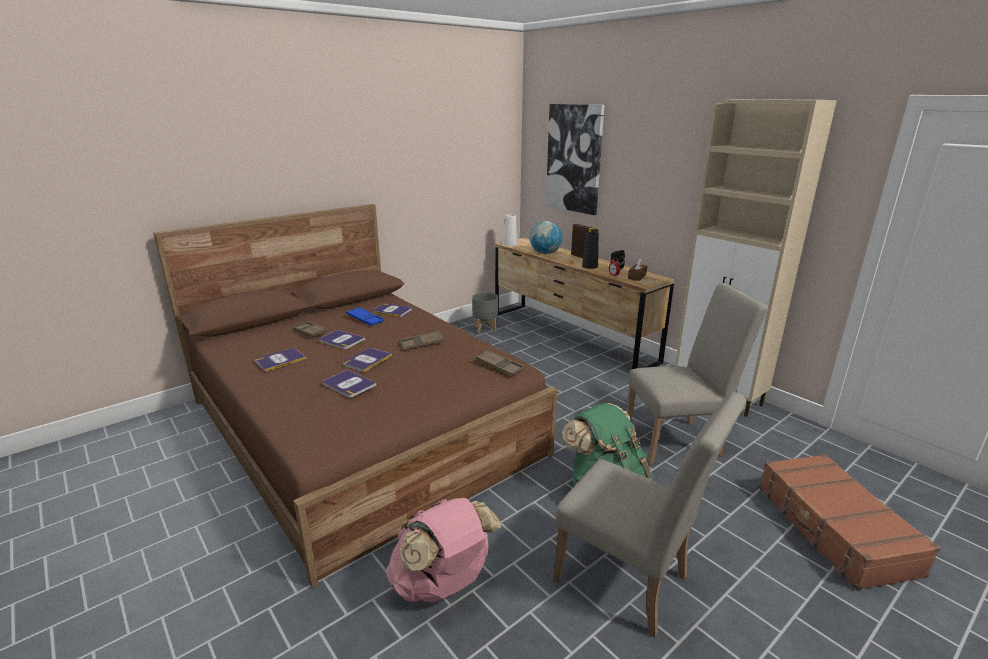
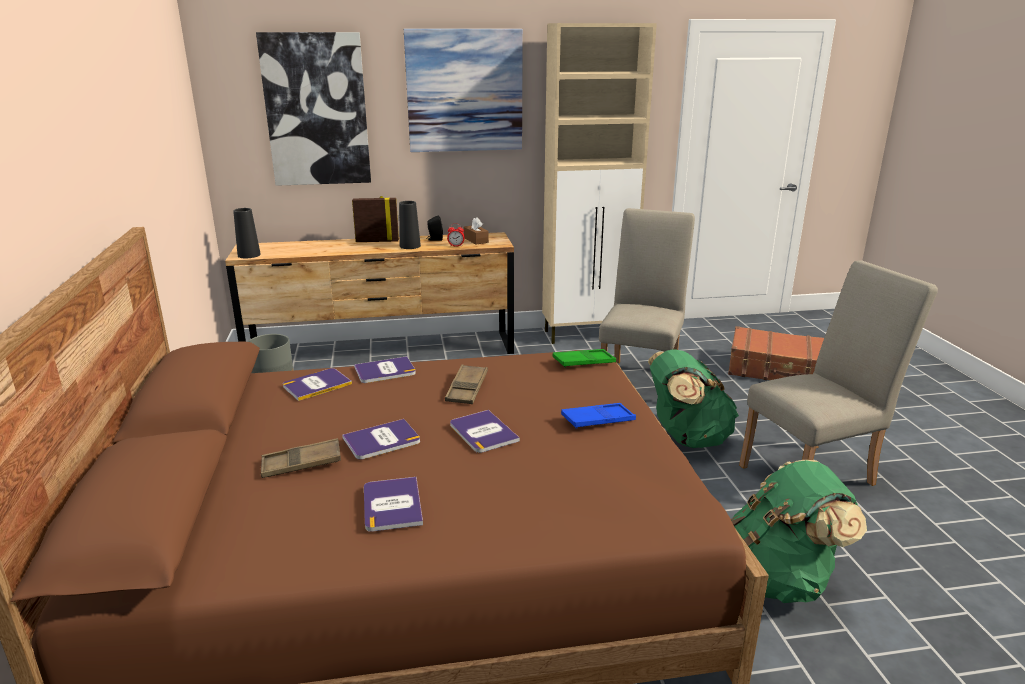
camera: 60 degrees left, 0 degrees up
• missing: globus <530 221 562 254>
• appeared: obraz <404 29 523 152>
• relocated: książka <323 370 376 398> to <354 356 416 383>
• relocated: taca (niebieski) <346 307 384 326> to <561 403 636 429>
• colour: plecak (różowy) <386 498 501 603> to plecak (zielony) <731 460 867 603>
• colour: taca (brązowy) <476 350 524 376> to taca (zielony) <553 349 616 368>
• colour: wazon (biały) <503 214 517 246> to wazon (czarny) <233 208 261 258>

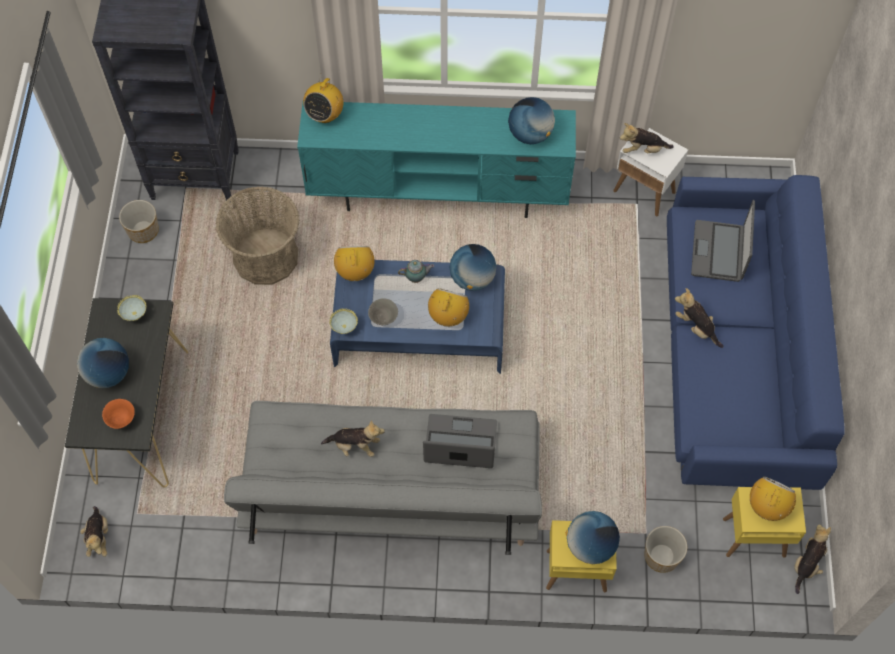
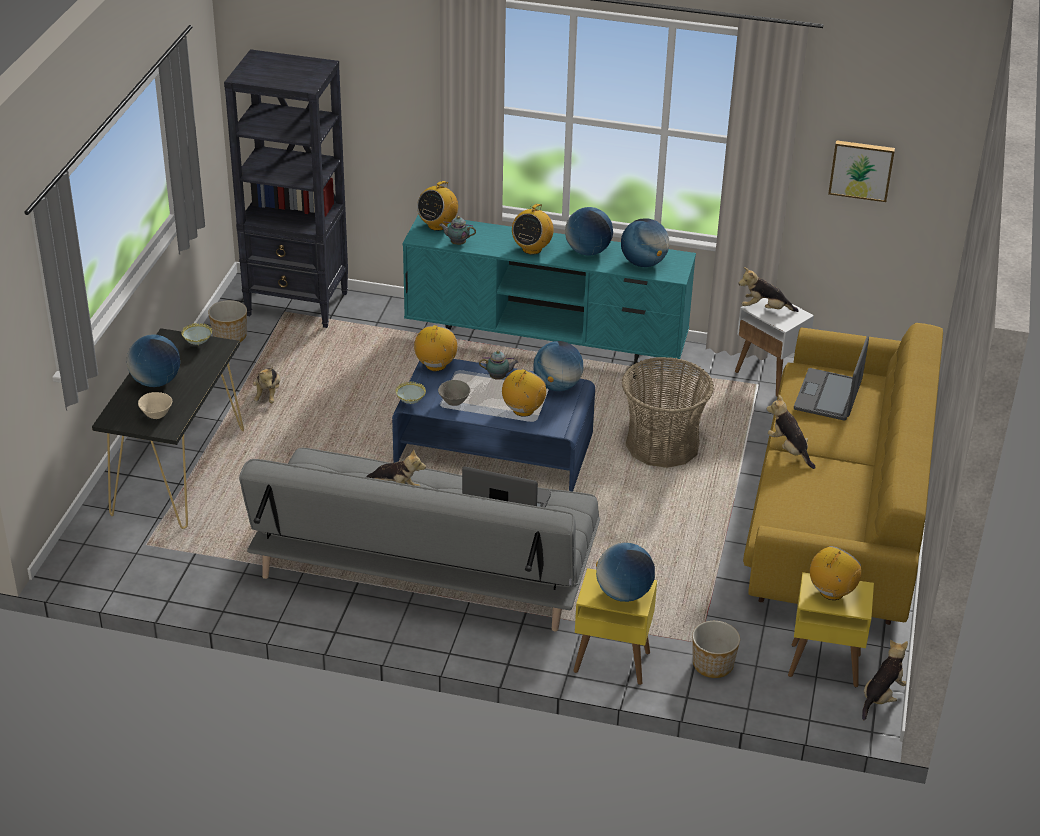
camera: 10 degrees right, 25 degrees down
• appeared: imbryk <439 216 476 245>
• appeared: radio <512 202 554 254>
• appeared: globus <565 207 613 255>
• appeared: obraz <828 140 895 202>
• relocated: pluszak <80 506 108 557> to <253 367 280 403>
• relocated: koszyk <216 187 299 285> to <622 357 714 468>
• colour: miska (pomarańczowy) <102 399 135 429> to miska (beżowy) <138 392 172 419>
• colour: kanapa (niebieski) <667 175 845 490> to kanapa (żółty) <743 323 943 625>

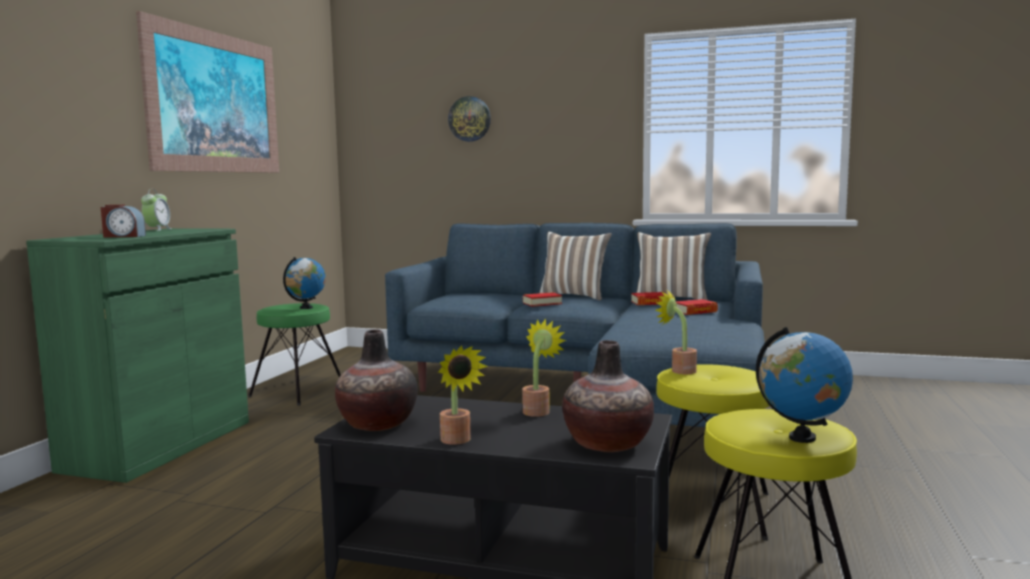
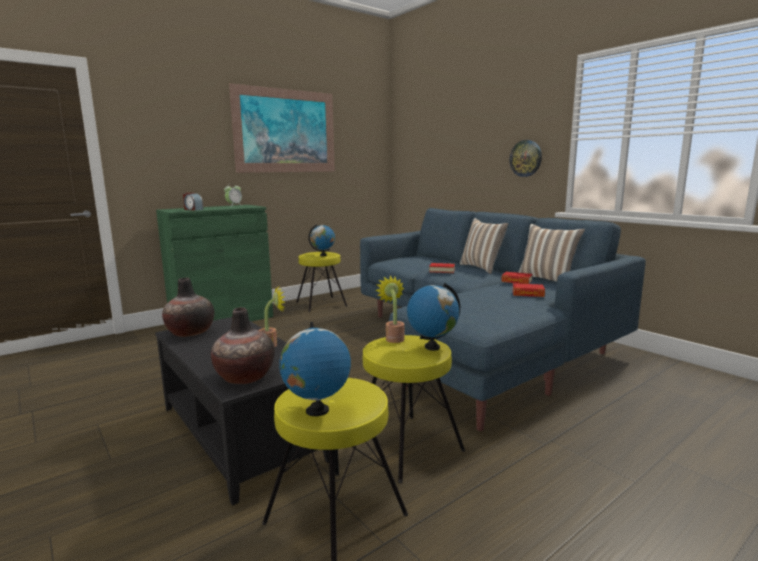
camera: 35 degrees right, 5 degrees up
• missing: roślina doniczkowa <438 345 488 445>
• appeared: globus <407 283 460 351>
• relocated: zegar ścienny <448 96 491 142> to <510 140 542 177>
• colour: stołek (zielony) <248 303 341 406> to stołek (żółty) <296 252 347 312>

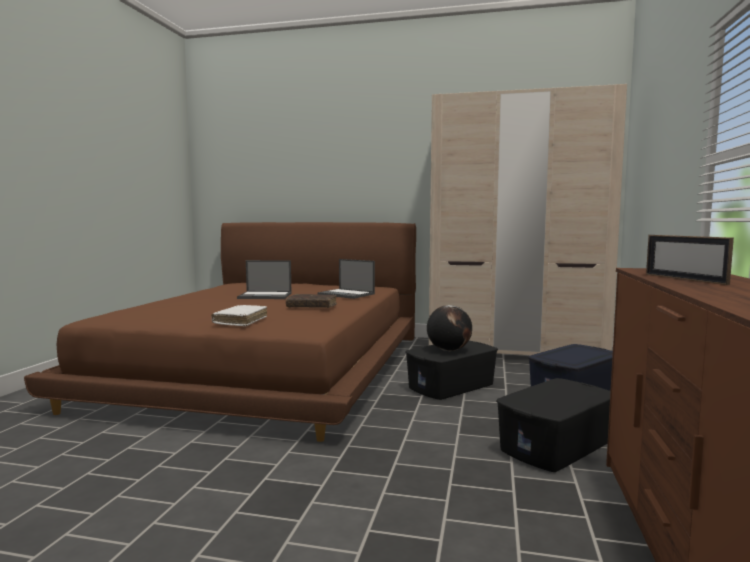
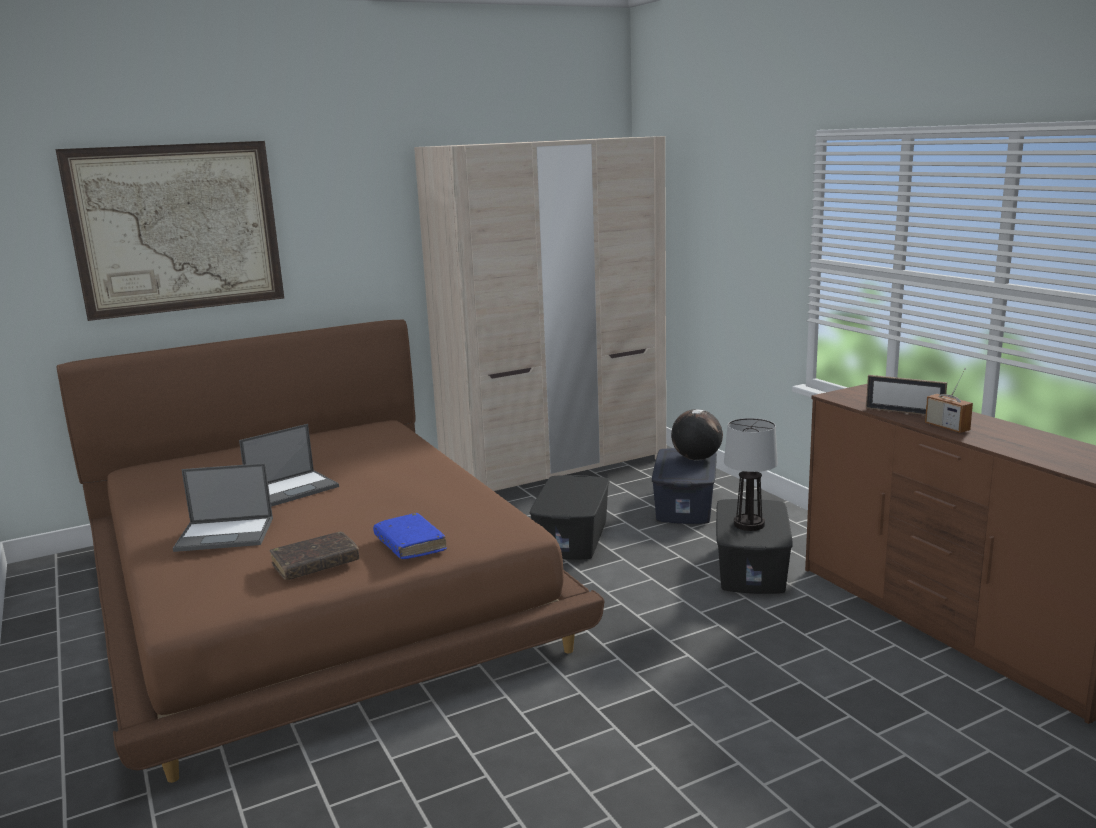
camera: 40 degrees left, 10 degrees up
• appeared: obraz <55 141 284 321>
• appeared: lampa stołowa <724 418 778 531>
• appeared: radio <925 368 973 433>
• relocated: książka (brązowy) <286 294 337 308> to <269 531 359 580>
• relocated: laptop <317 259 375 299> to <173 463 273 552>
• relocated: globus <427 305 472 351> to <671 409 723 461>
• colour: książka (biały) <212 305 267 326> to książka (niebieski) <373 513 447 559>

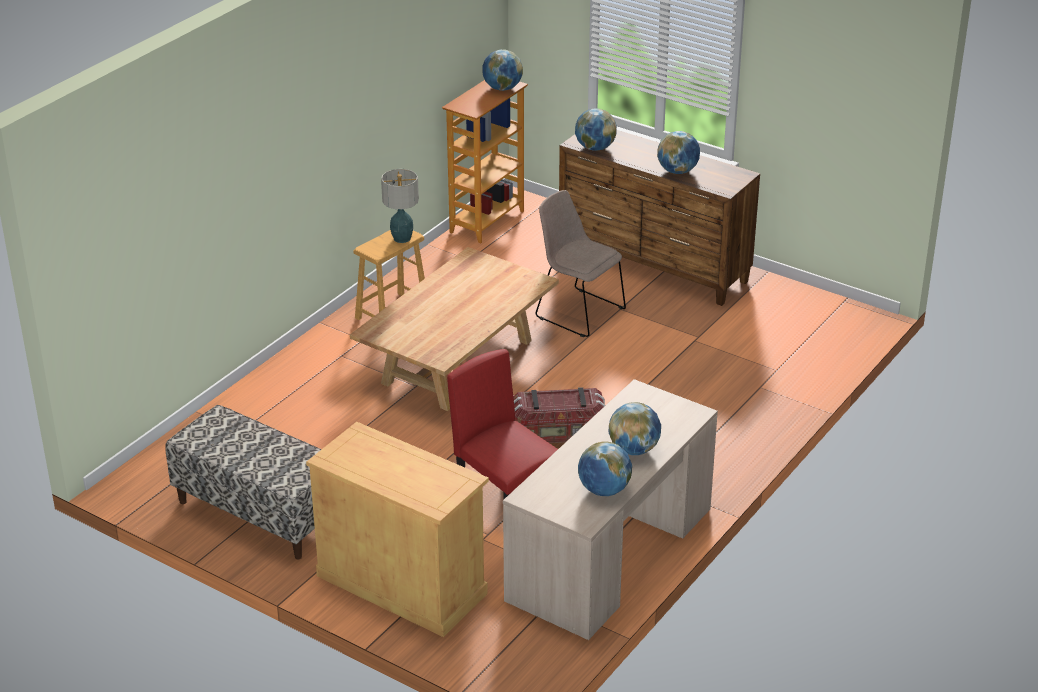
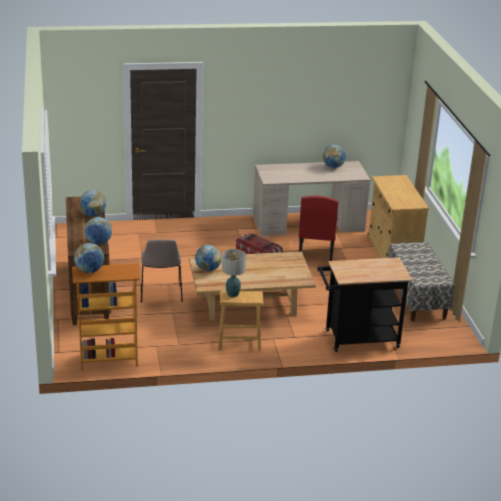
camera: 135 degrees left, 5 degrees down
• appeared: wózek (czarny) <317 257 412 352>
• relocated: globus <609 402 661 455> to <195 245 222 271>

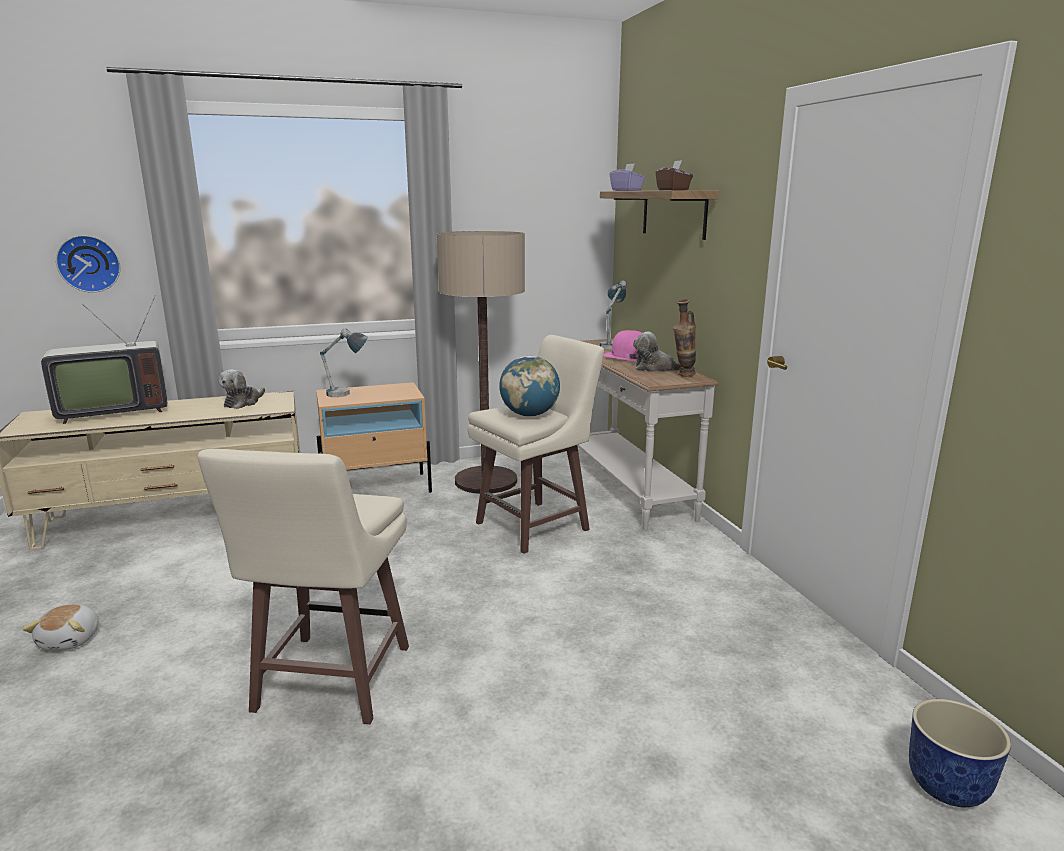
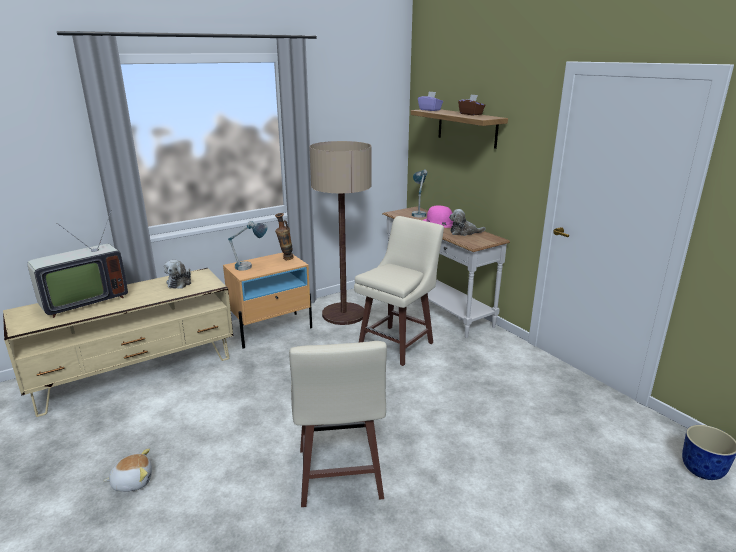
camera: 15 degrees left, 5 degrees up
• missing: zegar ścienny <56 235 120 293>
• missing: globus <499 356 560 417>
• relocated: wazon <673 299 696 377> to <275 213 294 260>
• spun: pluszak <22 604 99 650> = <104 449 152 492> 90 degrees counterclockwise

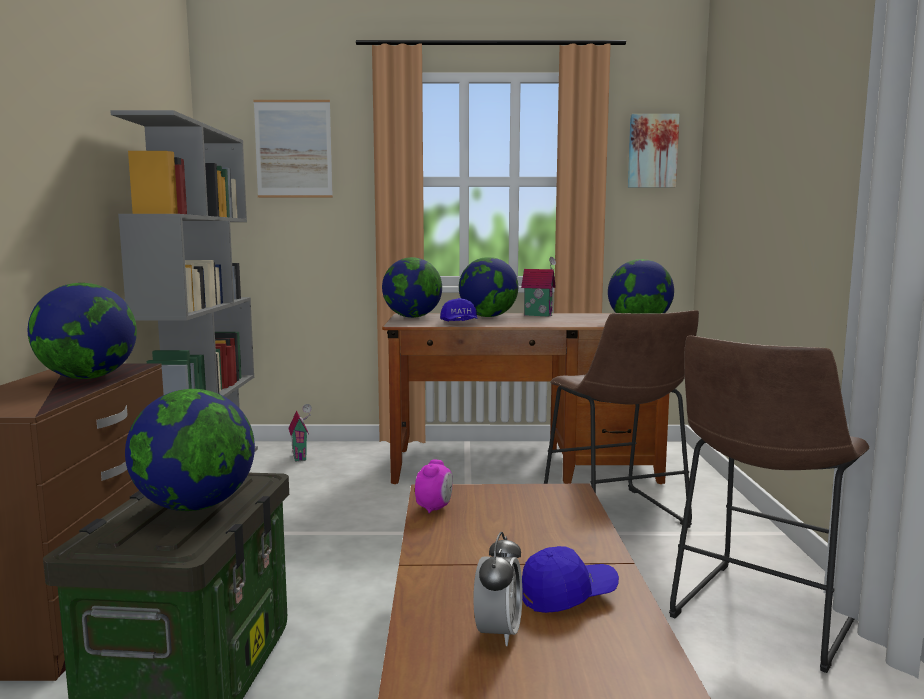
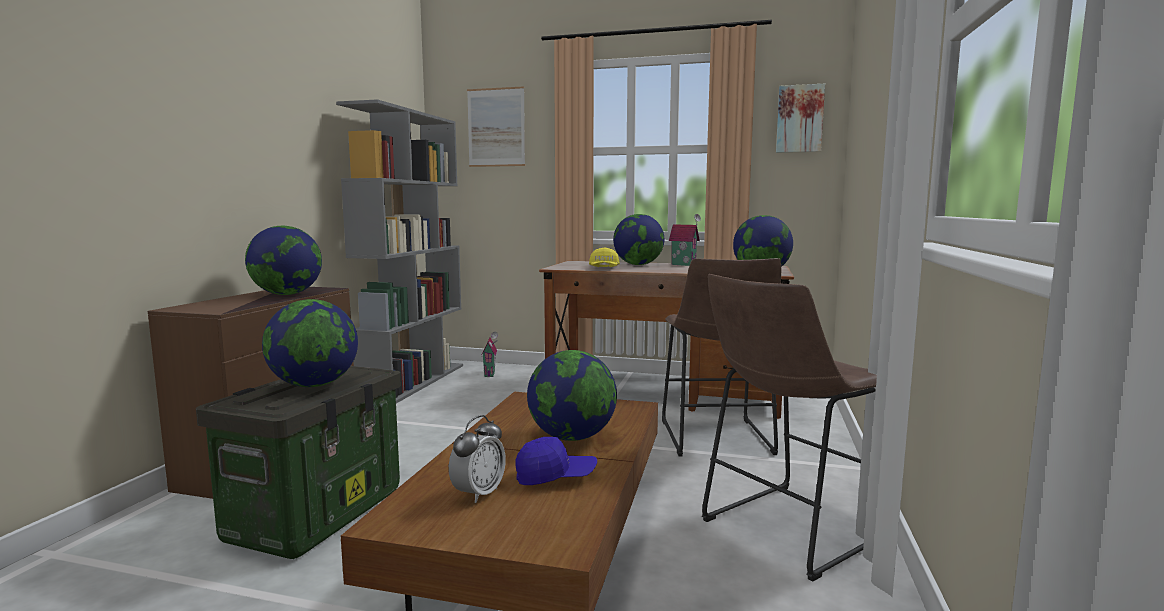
camera: 15 degrees right, 0 degrees up
• missing: budzik <415 459 453 513>
• relocated: globus <382 257 442 318> to <527 350 617 441>
• colour: czapka z daszkiem (niebieski) <440 298 478 321> to czapka z daszkiem (żółty) <589 247 620 267>

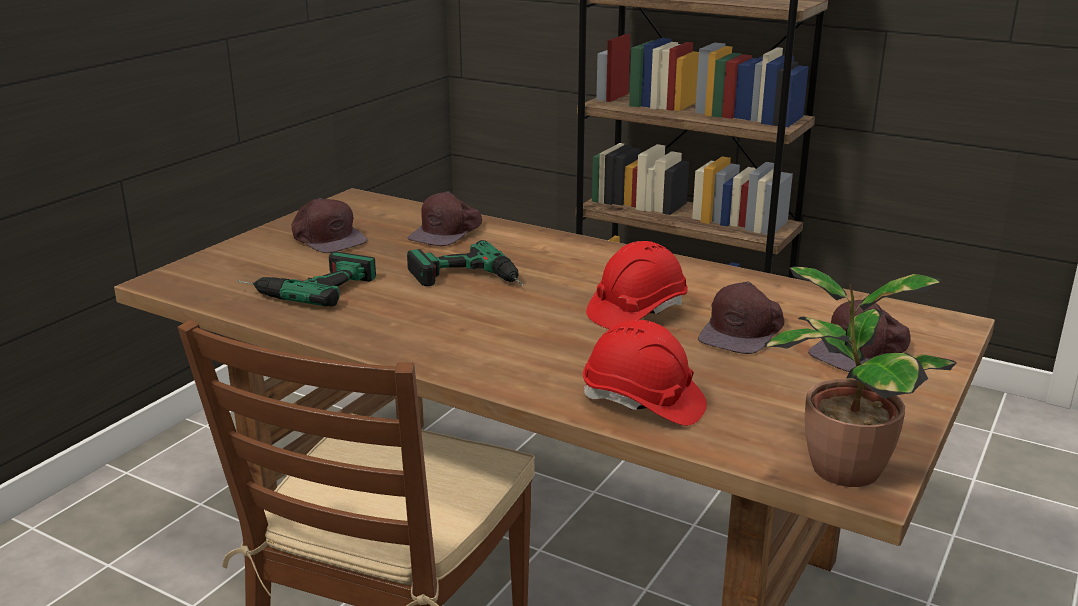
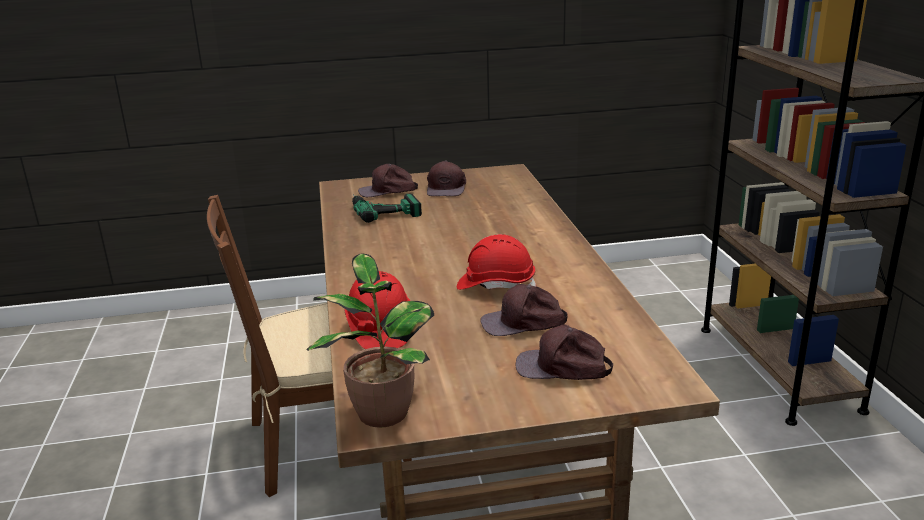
camera: 50 degrees right, 0 degrees up
• missing: wiertarka <407 240 524 286>
• relocated: czapka z daszkiem (brązowy) <407 191 482 246> to <358 164 418 197>

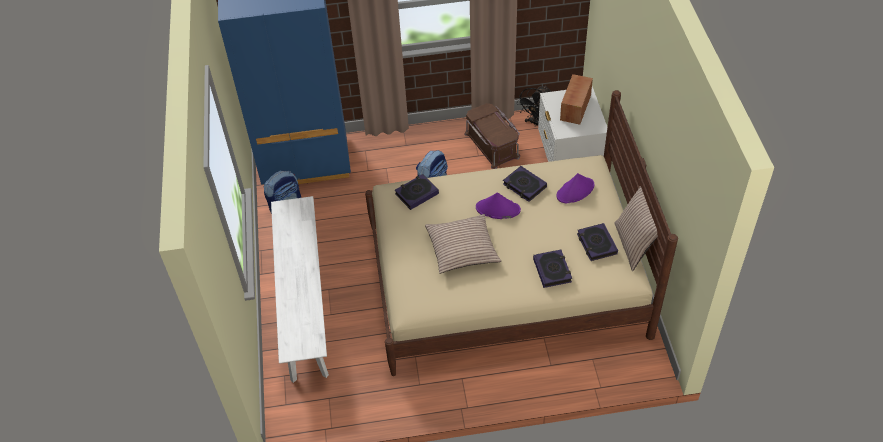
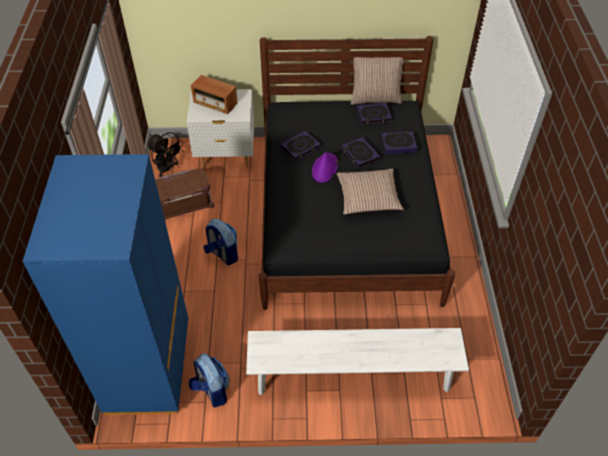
camera: 85 degrees left, 0 degrees up
• missing: kapelusz (fioletowy) <557 173 594 203>
• relocated: książka <395 174 439 210> to <342 137 380 169>
• colour: łóżko (beżowy) <365 90 678 376> to łóżko (czarny) <259 36 455 310>

